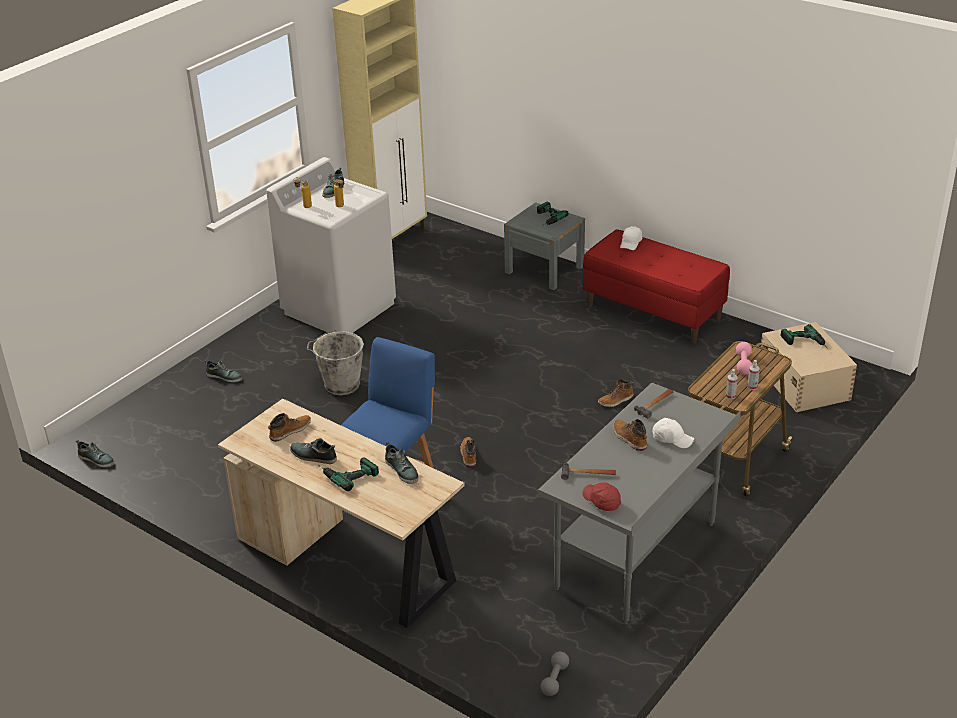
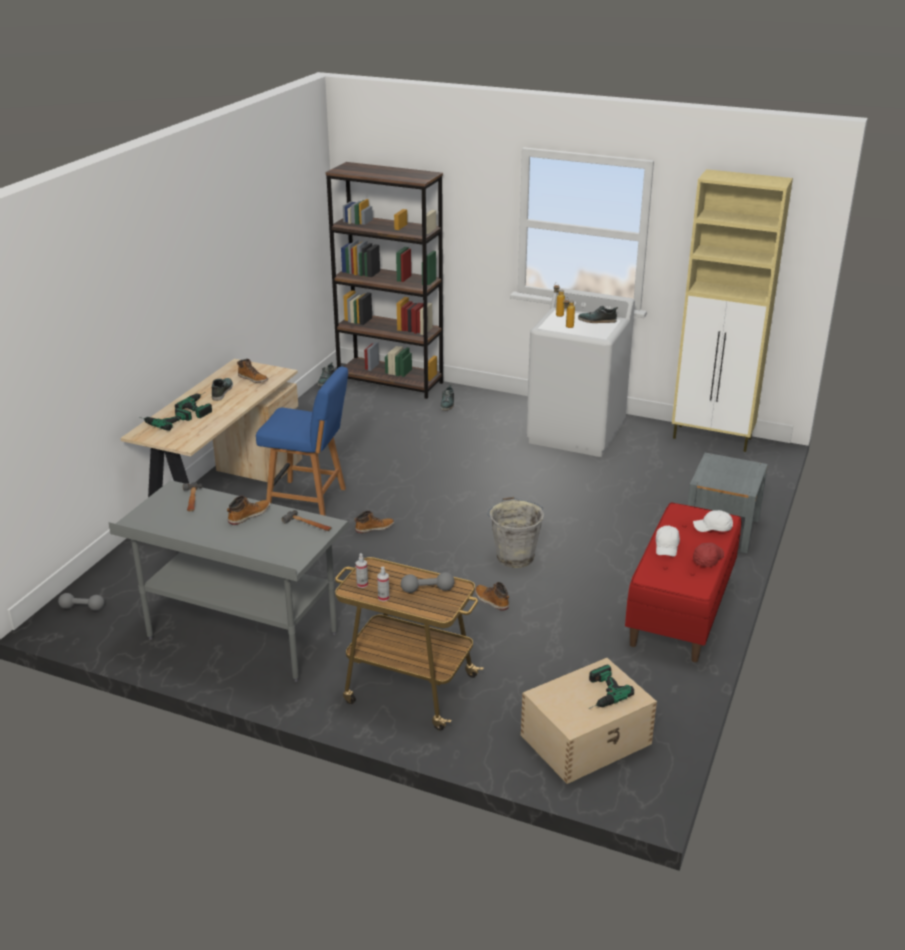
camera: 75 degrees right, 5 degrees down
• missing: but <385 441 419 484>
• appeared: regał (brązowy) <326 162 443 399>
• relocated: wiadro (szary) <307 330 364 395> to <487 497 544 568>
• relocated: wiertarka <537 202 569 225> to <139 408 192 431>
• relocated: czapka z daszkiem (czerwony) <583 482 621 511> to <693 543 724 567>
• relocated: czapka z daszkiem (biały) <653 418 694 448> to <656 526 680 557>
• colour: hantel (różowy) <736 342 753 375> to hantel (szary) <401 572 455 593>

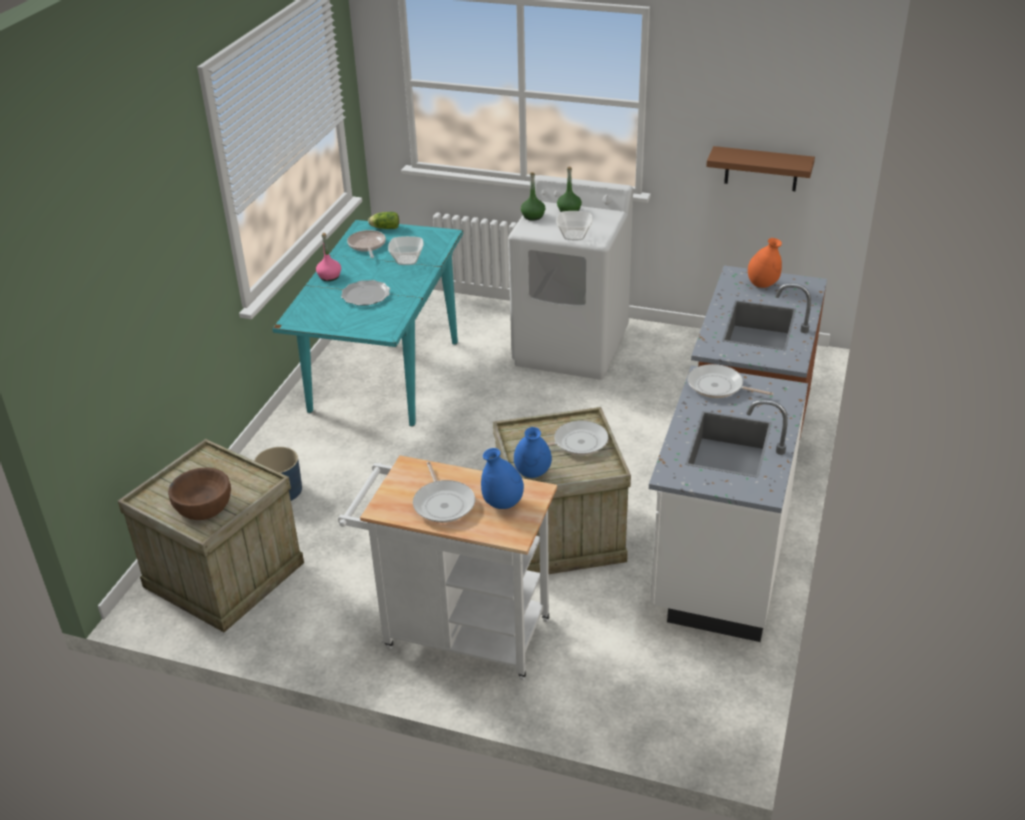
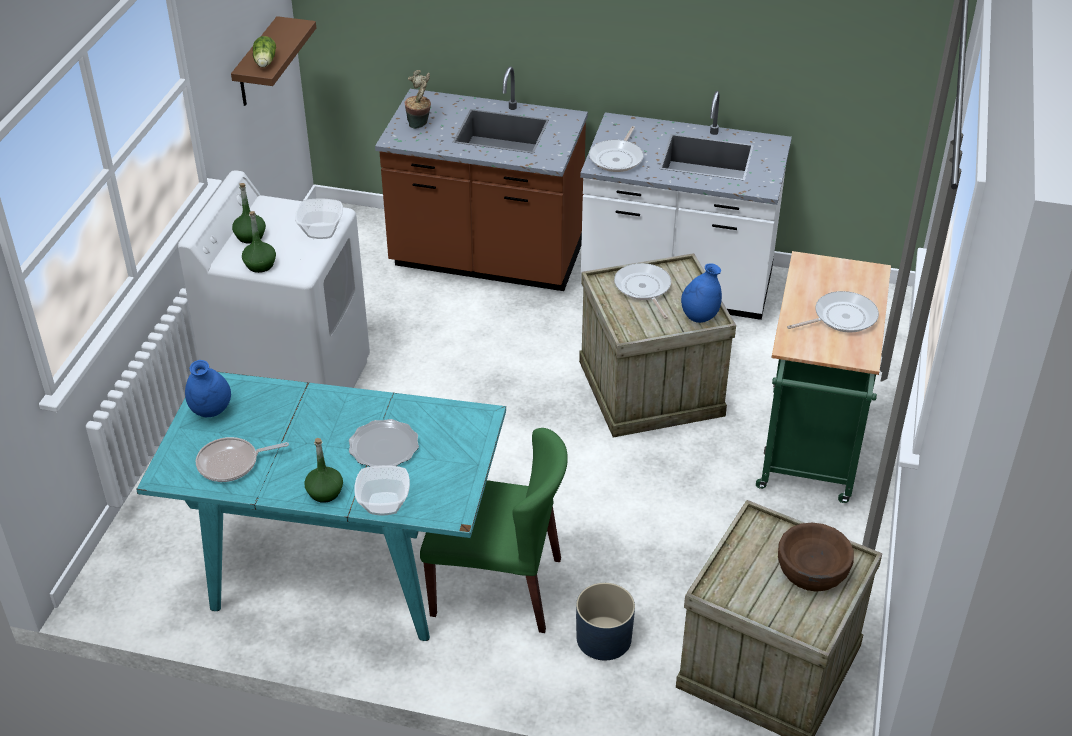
camera: 95 degrees left, 5 degrees up
• appeared: krzesło (zielony) <420 428 568 633>
• relocated: sałata <368 212 399 229> to <253 36 276 67>
• relocated: miska <388 236 424 265> to <355 465 410 516>
• relocated: wazon (niebieski) <481 448 524 509> to <185 360 231 417>
• exchanged: wazon (pomarańczowy) <748 238 782 288> to roślina doniczkowa <405 70 431 129>
• colour: butelka (różowy) <316 233 341 281> to butelka (zielony) <304 438 343 503>
• colour: wózek (biały) <338 456 557 680> to wózek (zielony) <756 251 891 503>

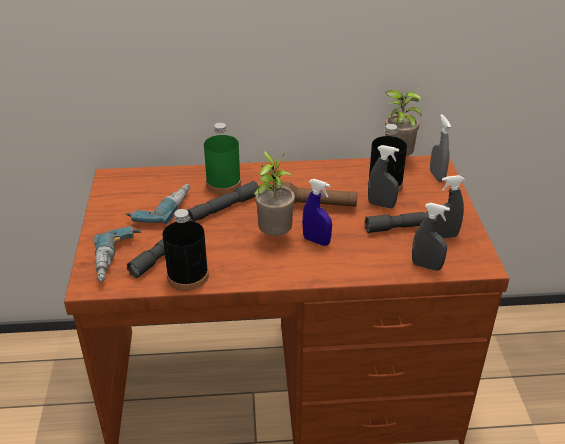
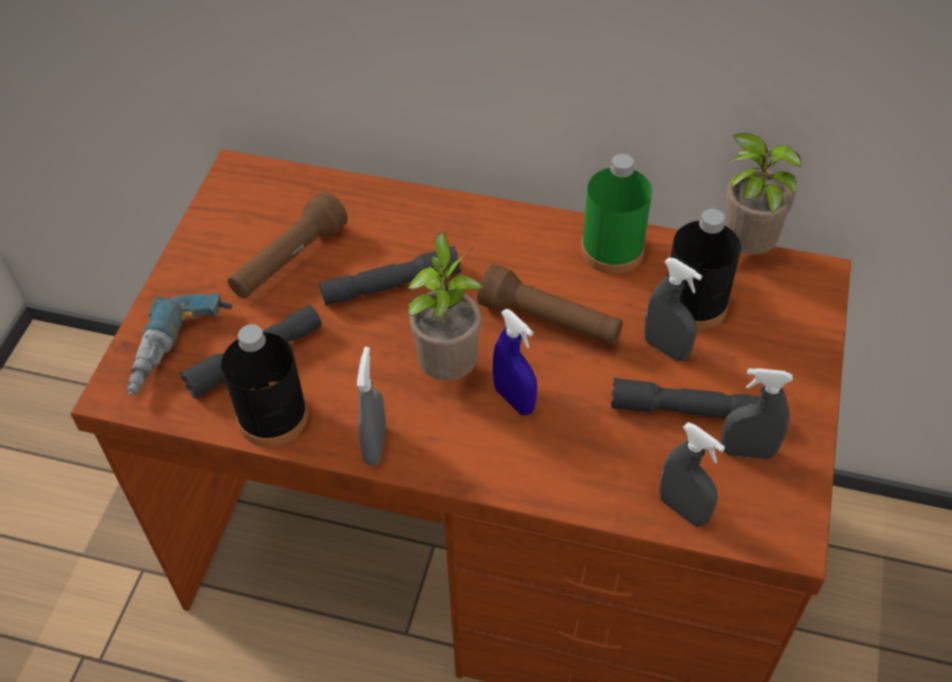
camera: 20 degrees right, 15 degrees up
• relocated: butelka (zielony) <204 123 241 194> to <581 154 652 274>
• relocated: spryskiwacz (szary) <430 114 451 182> to <357 347 386 466>
• exchanged: wiertarka <126 184 190 224> to latarka (brązowy) <228 191 348 298>

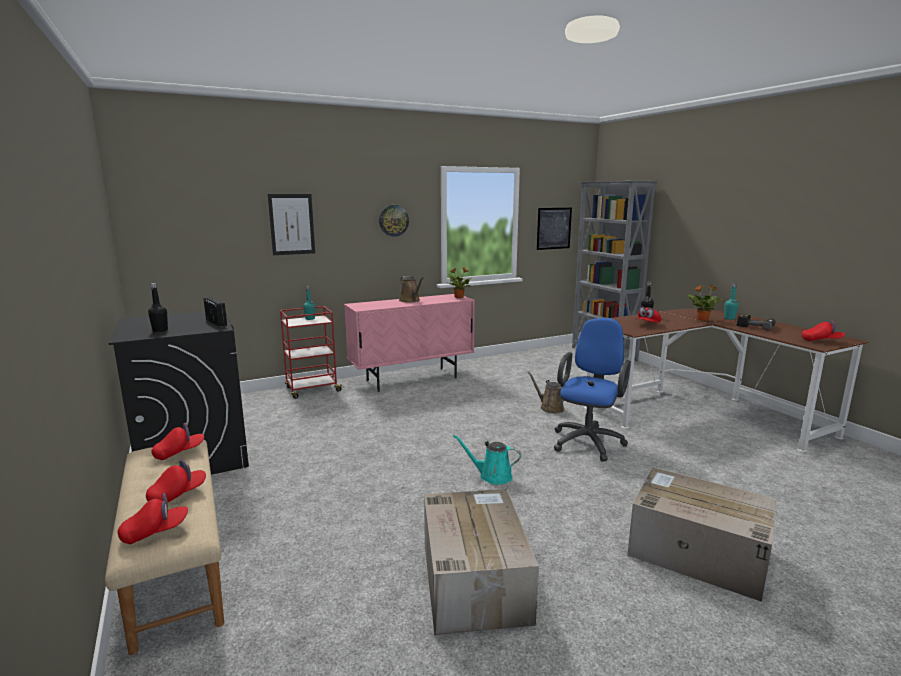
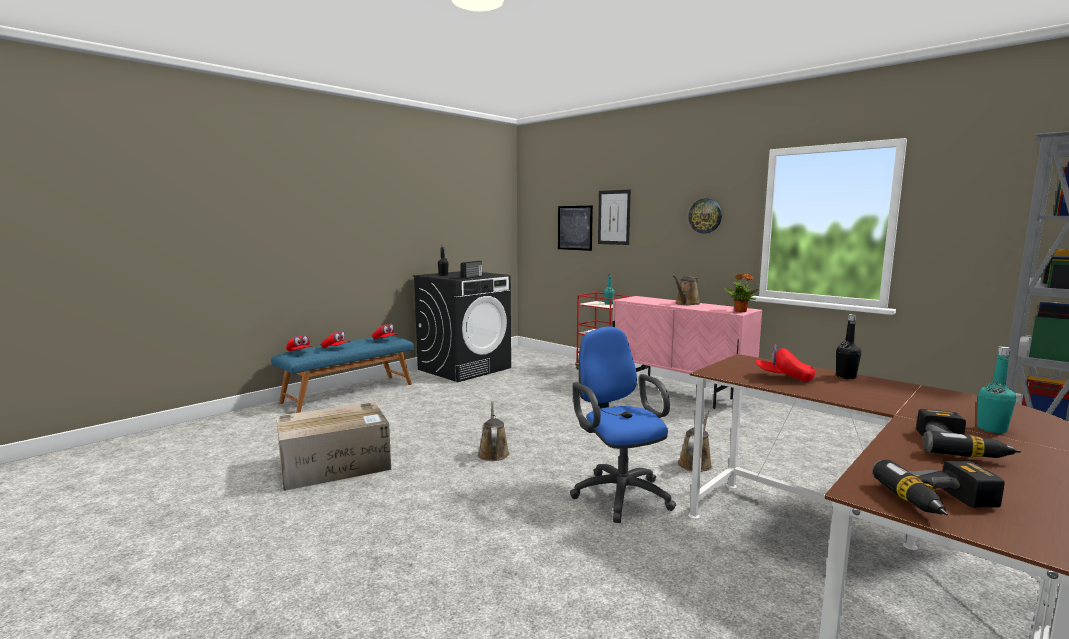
camera: 70 degrees right, 5 degrees down
• missing: karton <628 467 776 602>
• missing: roślina doniczkowa <688 285 723 321>
• relocated: obraz <537 208 572 250> to <558 206 593 251>
• exchanged: czapka z daszkiem (czerwony) <801 320 845 341> to wiertarka <872 459 1004 515>
• colour: ławka (beżowy) <105 440 224 655> to ławka (niebieski) <271 336 414 413>
• colour: konewka (turkusowy) <453 434 521 485> to konewka (brązowy) <478 401 510 461>
• spun: krzesło biurowe (niebieski) <554 318 631 462> = <570 327 676 523> 120 degrees counterclockwise

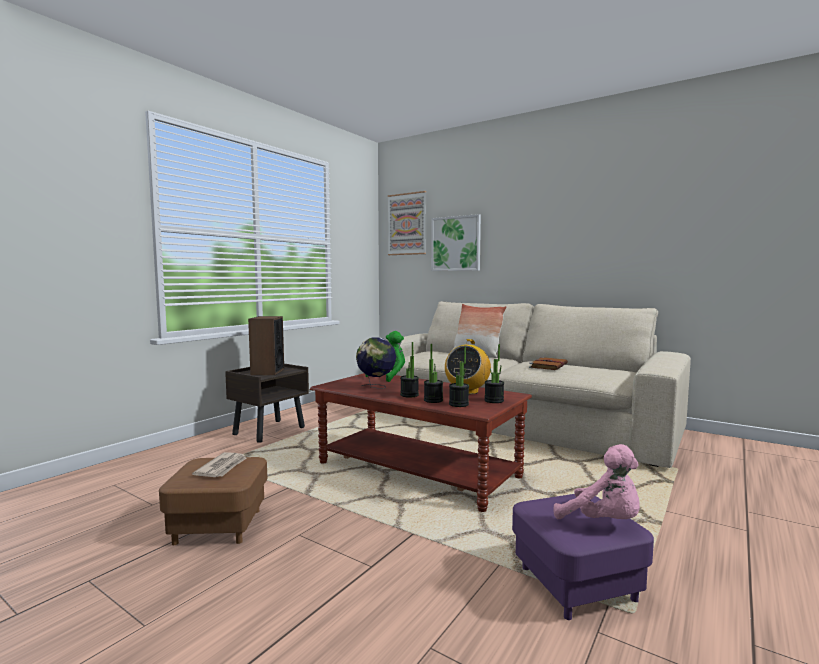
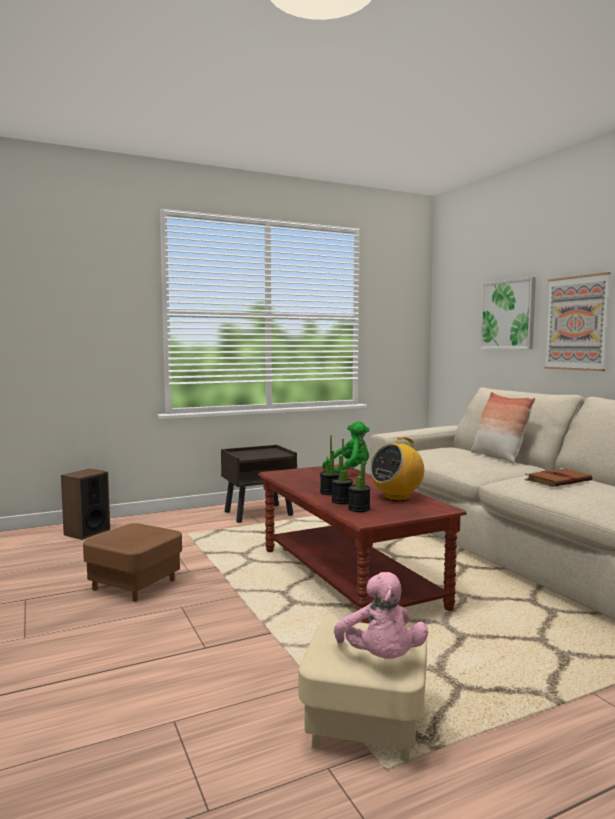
camera: 30 degrees right, 0 degrees up
• missing: gazeta <192 452 247 477>
• missing: globus <356 337 396 389>
• missing: roślina doniczkowa <484 344 504 403>
• relocated: głośnik <248 316 284 375> to <61 469 110 540>
• relocated: obraz <388 191 426 255> to <544 272 611 371>
• colour: pufa (fioletowy) <512 494 654 620> to pufa (beżowy) <299 620 427 764>

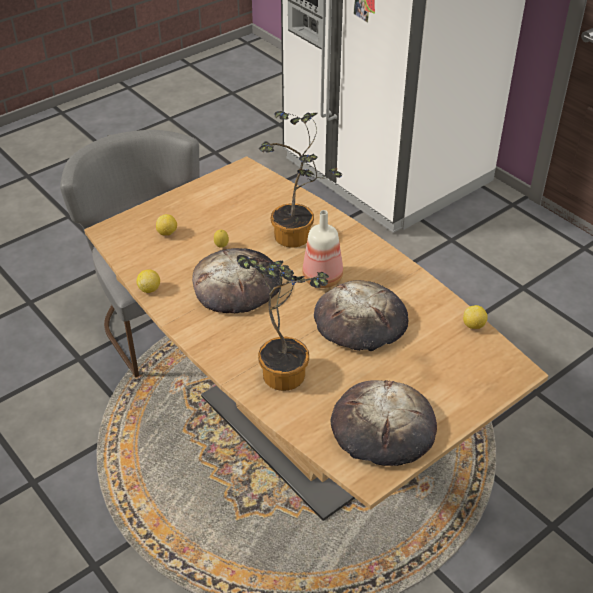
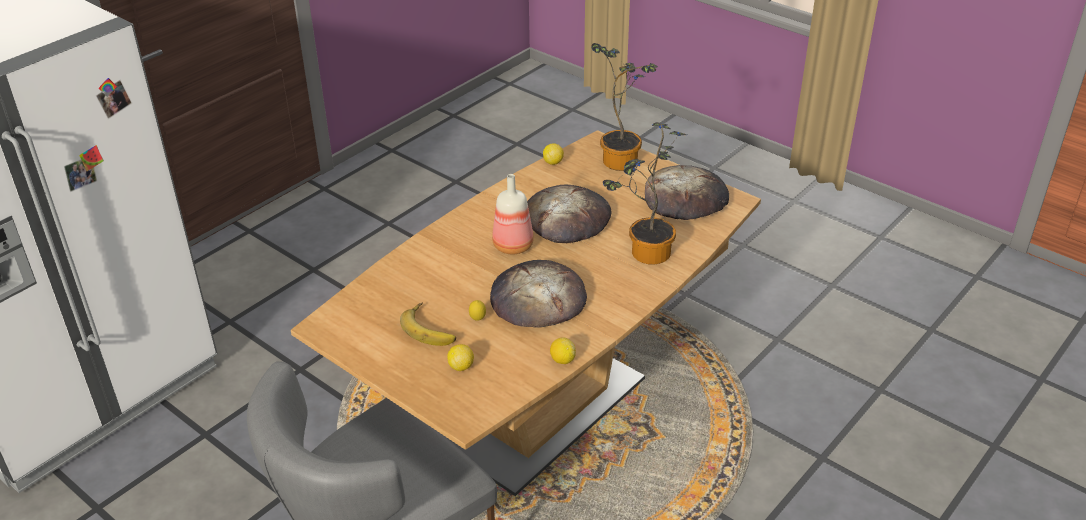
camera: 100 degrees left, 5 degrees down
• appeared: banan <400 302 456 346>
• relocated: roślina doniczkowa <259 111 342 248> to <591 43 658 171>

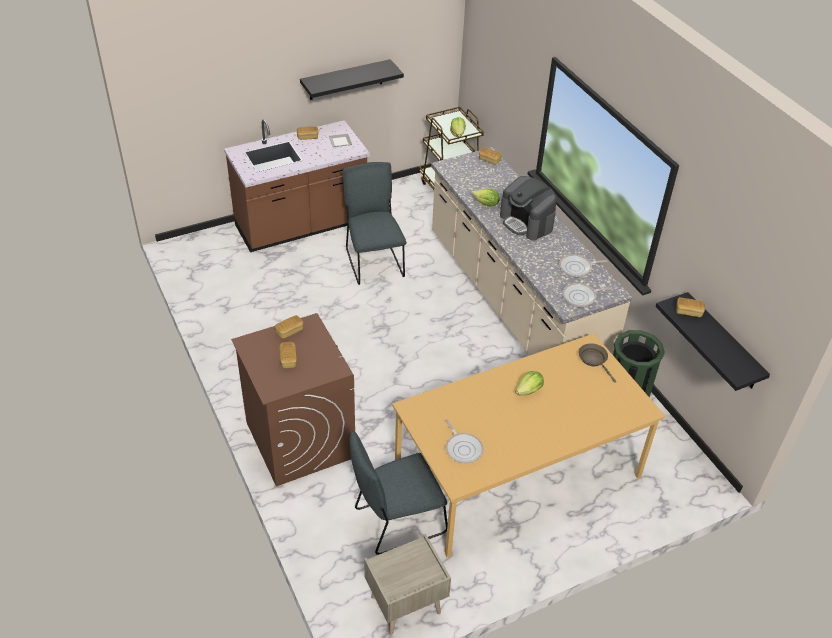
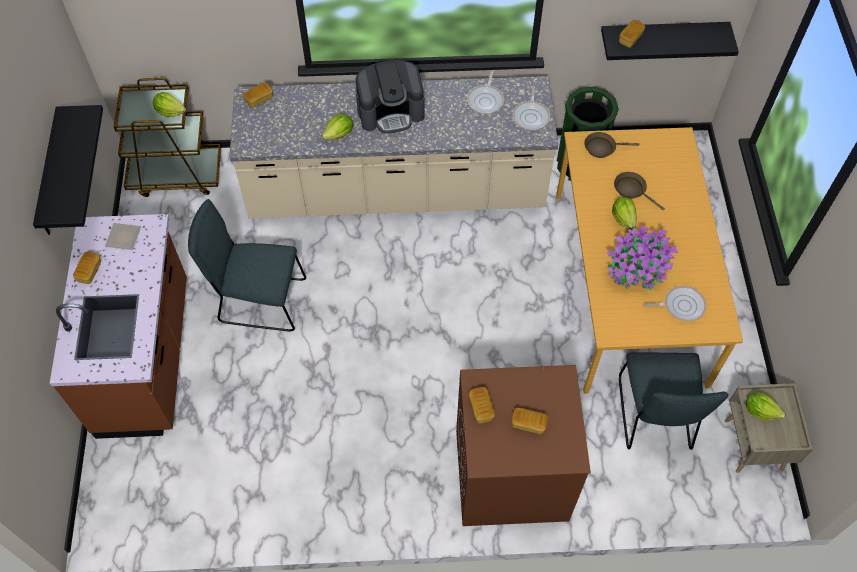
camera: 65 degrees left, 15 degrees up
• appeared: roślina doniczkowa <607 225 678 291>
• appeared: patelnia (brązowy) <614 172 665 210>
• appeared: sałata <746 392 786 420>

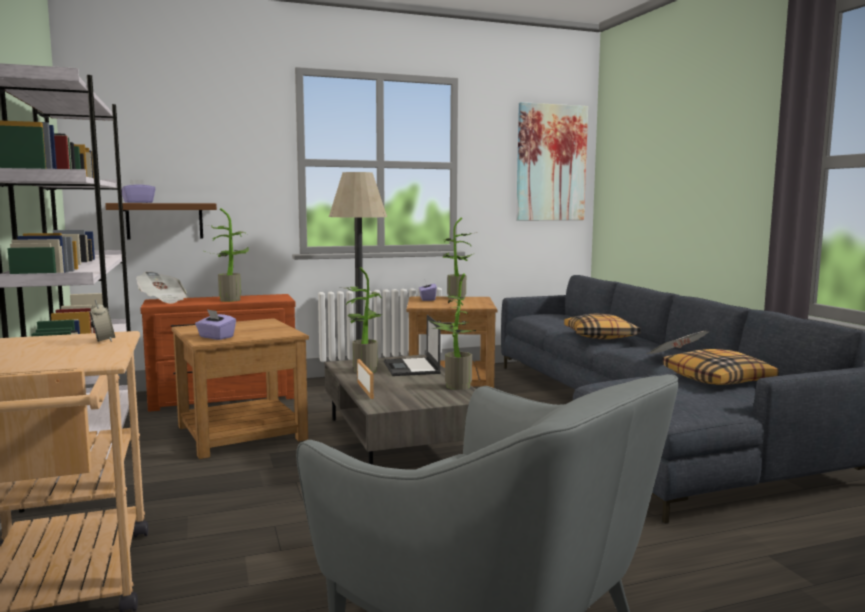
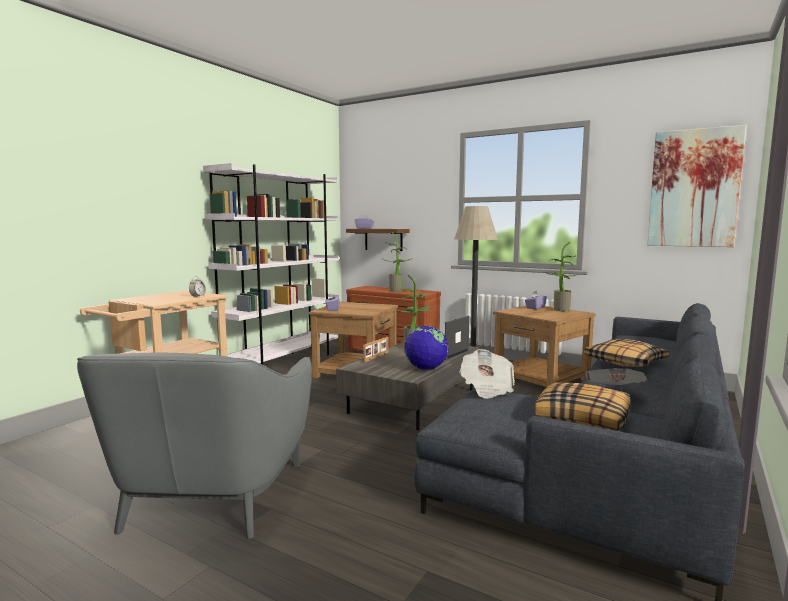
camera: 50 degrees right, 0 degrees up
• relocated: gazeta <136 271 188 304> to <459 349 515 398>
• exchanged: roślina doniczkowa <428 274 476 390> to globus <405 326 448 370>

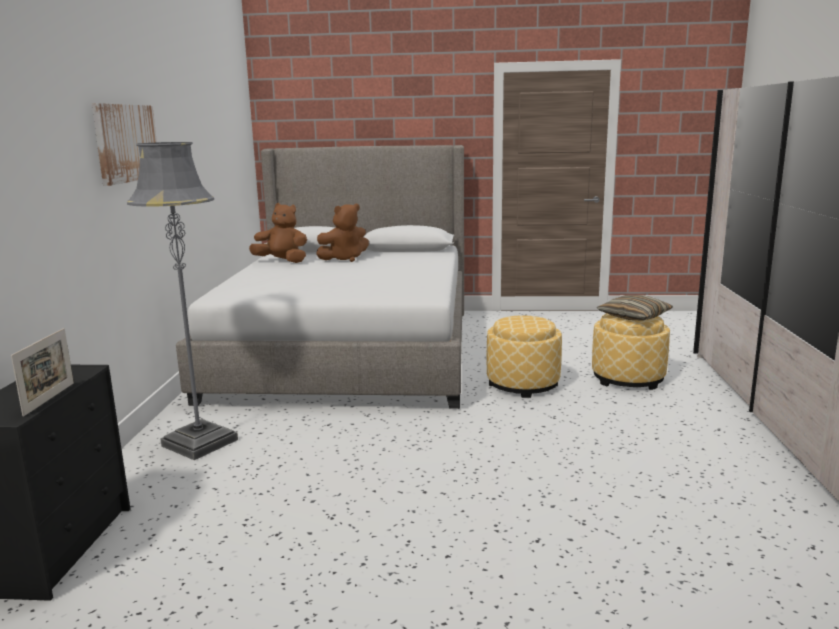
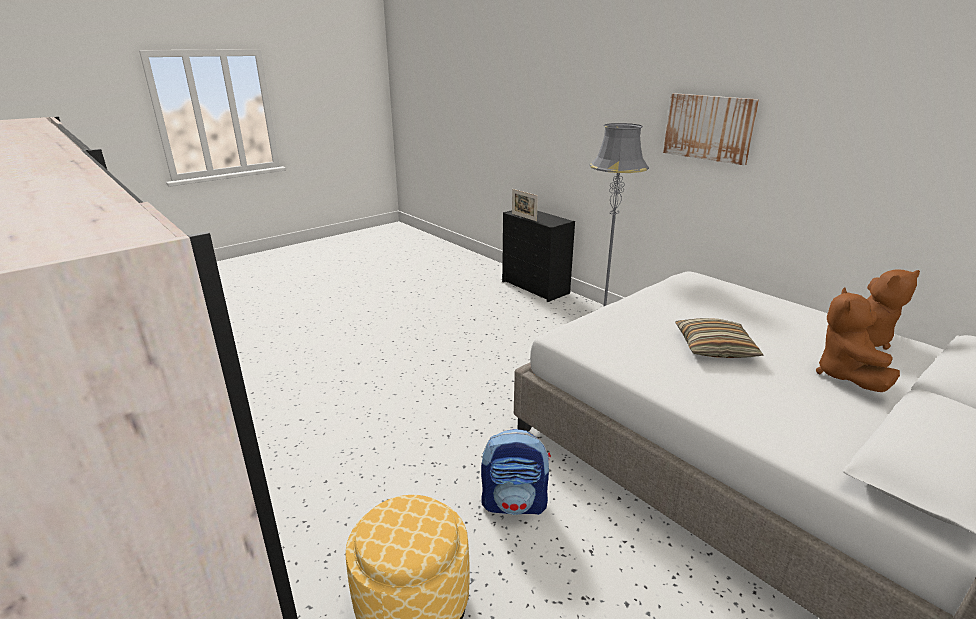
camera: 135 degrees right, 10 degrees up
• relocated: poduszka <597 295 673 321> to <675 318 764 358>
• exchanged: pufa <487 316 562 398> to plecak <481 429 551 515>

